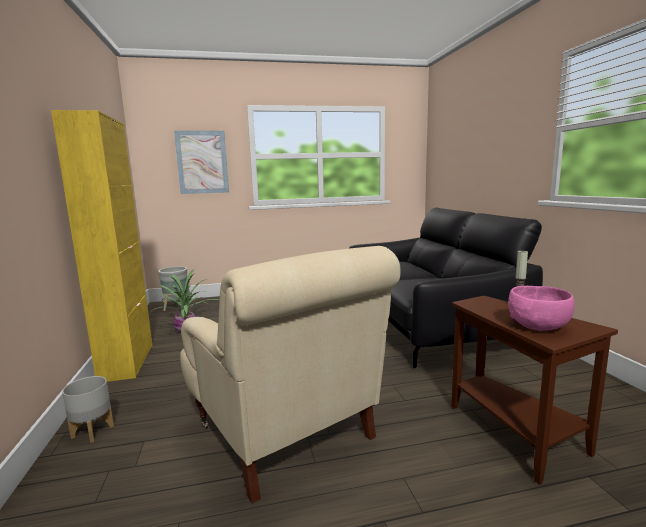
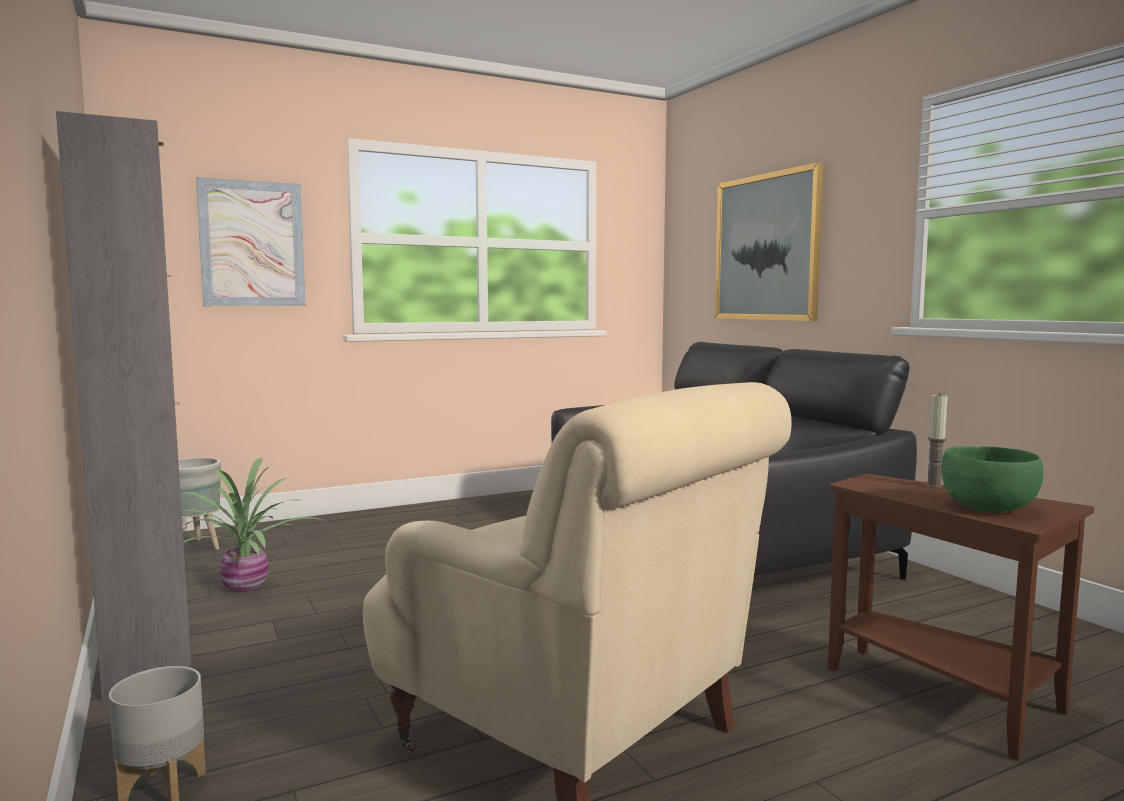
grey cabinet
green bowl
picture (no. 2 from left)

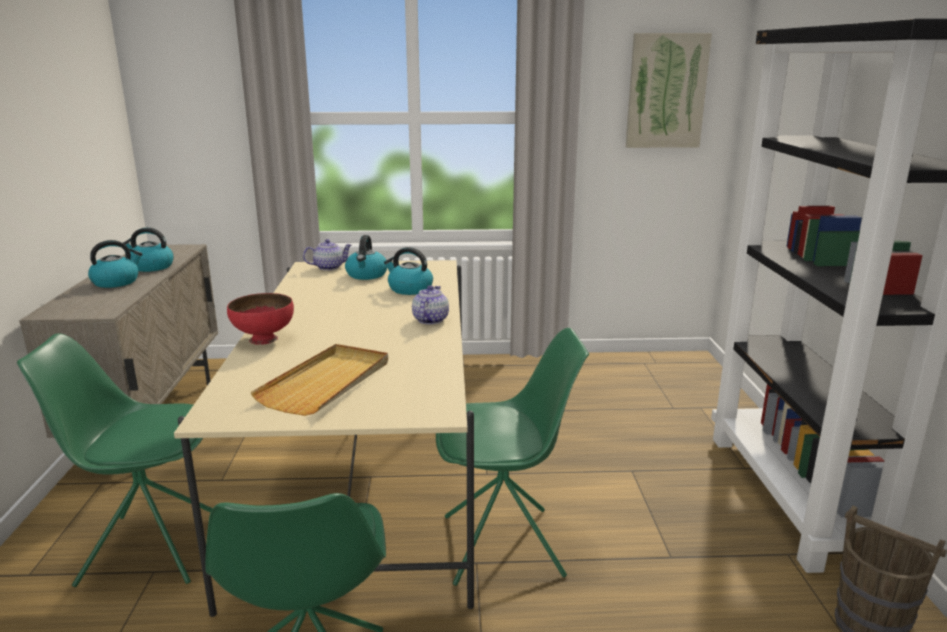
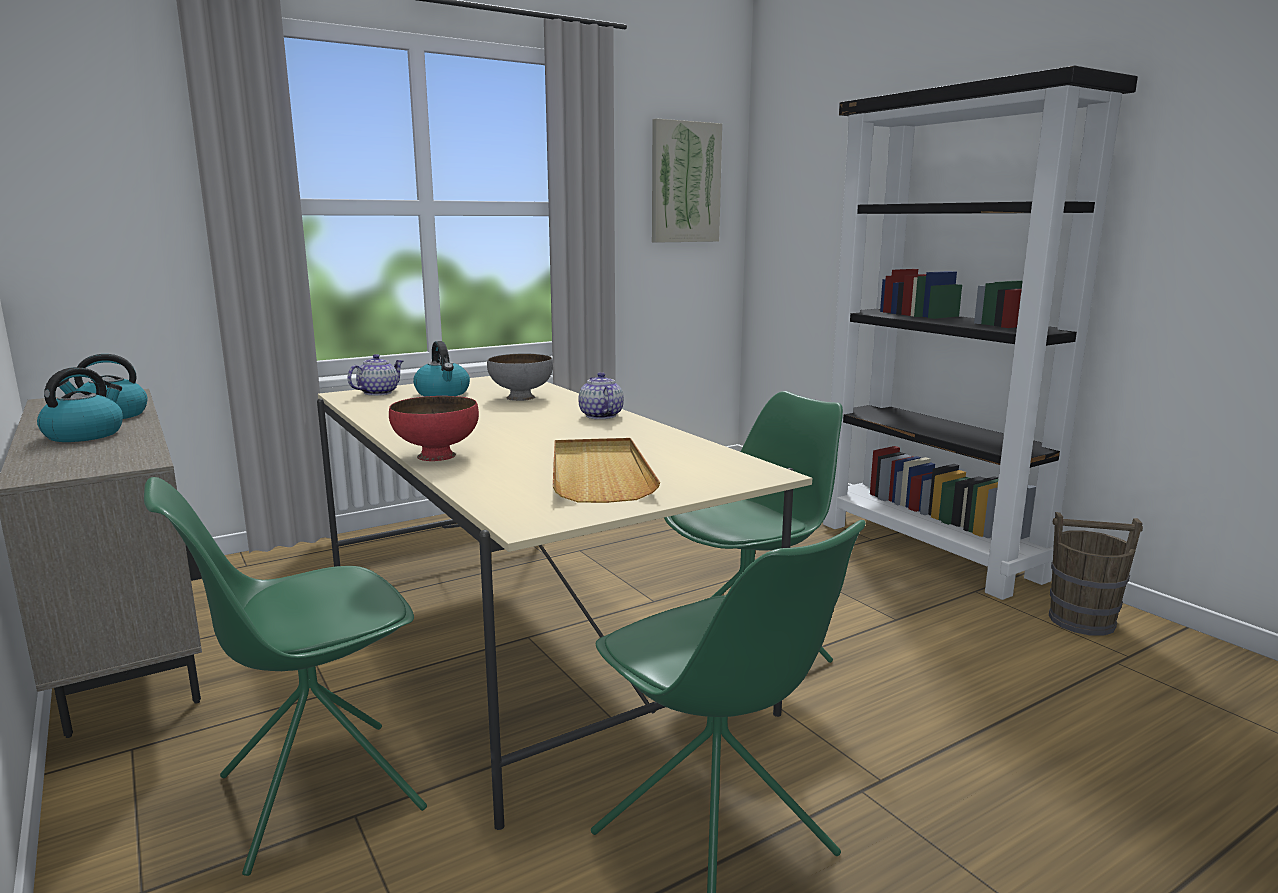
grey bowl

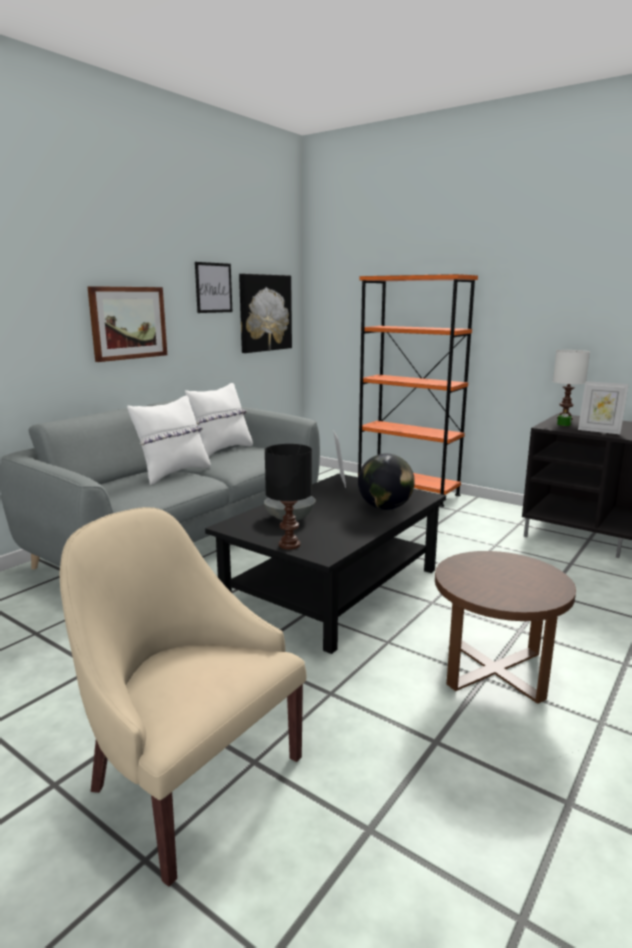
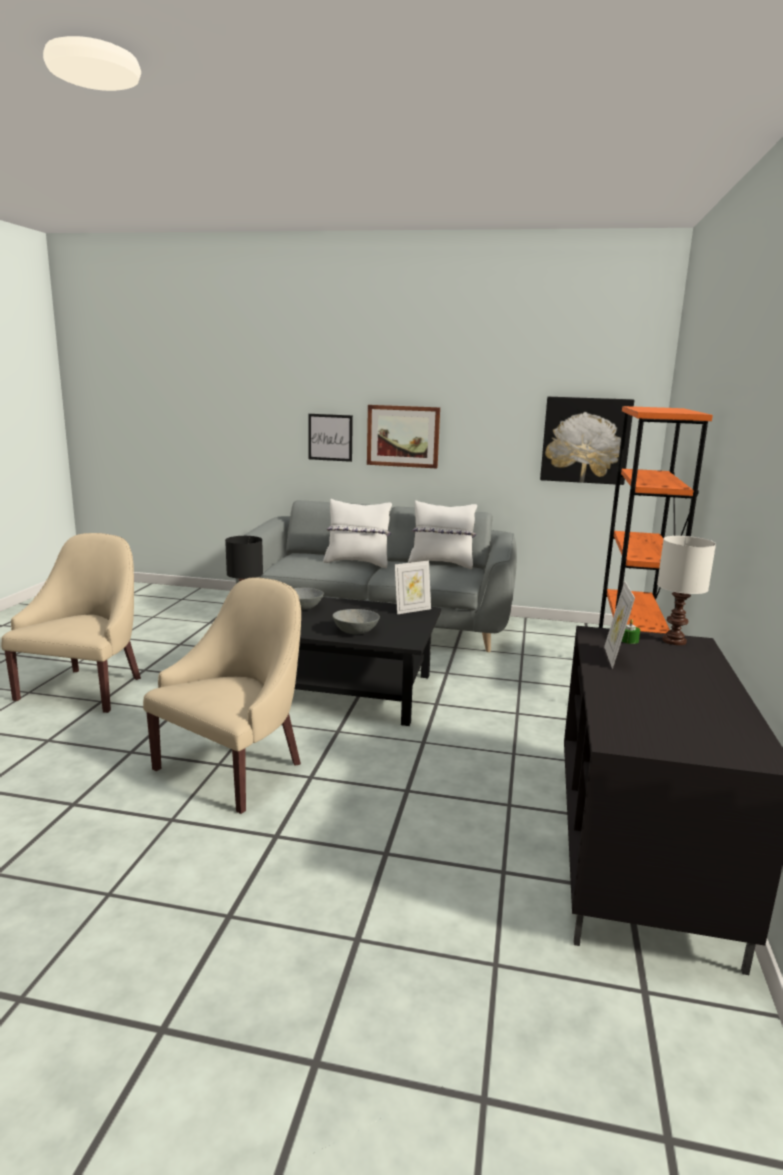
picture (no. 1 from left)
grey bowl (no. 2 from left)
beige armchair (no. 2 from left)

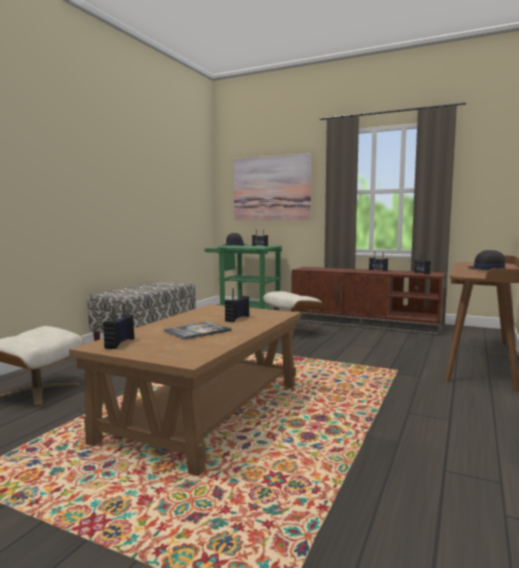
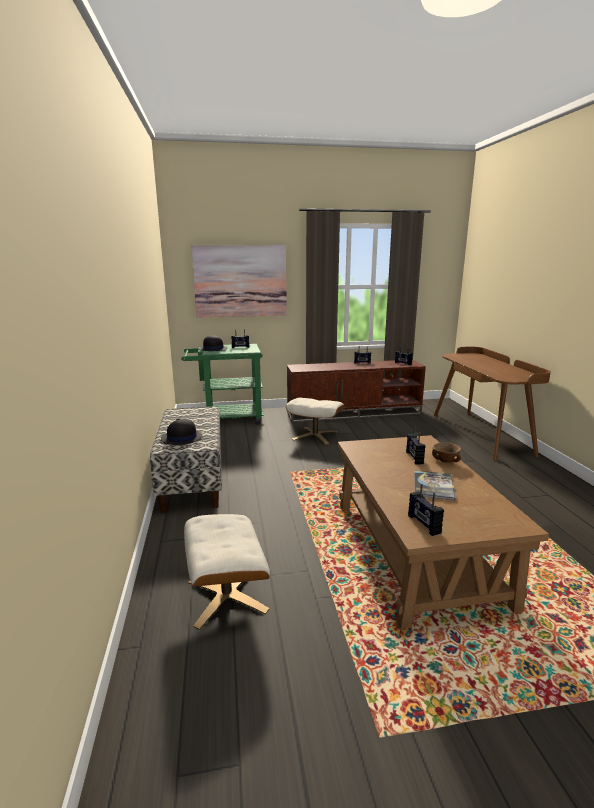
black hat (no. 1 from left)
brown bowl

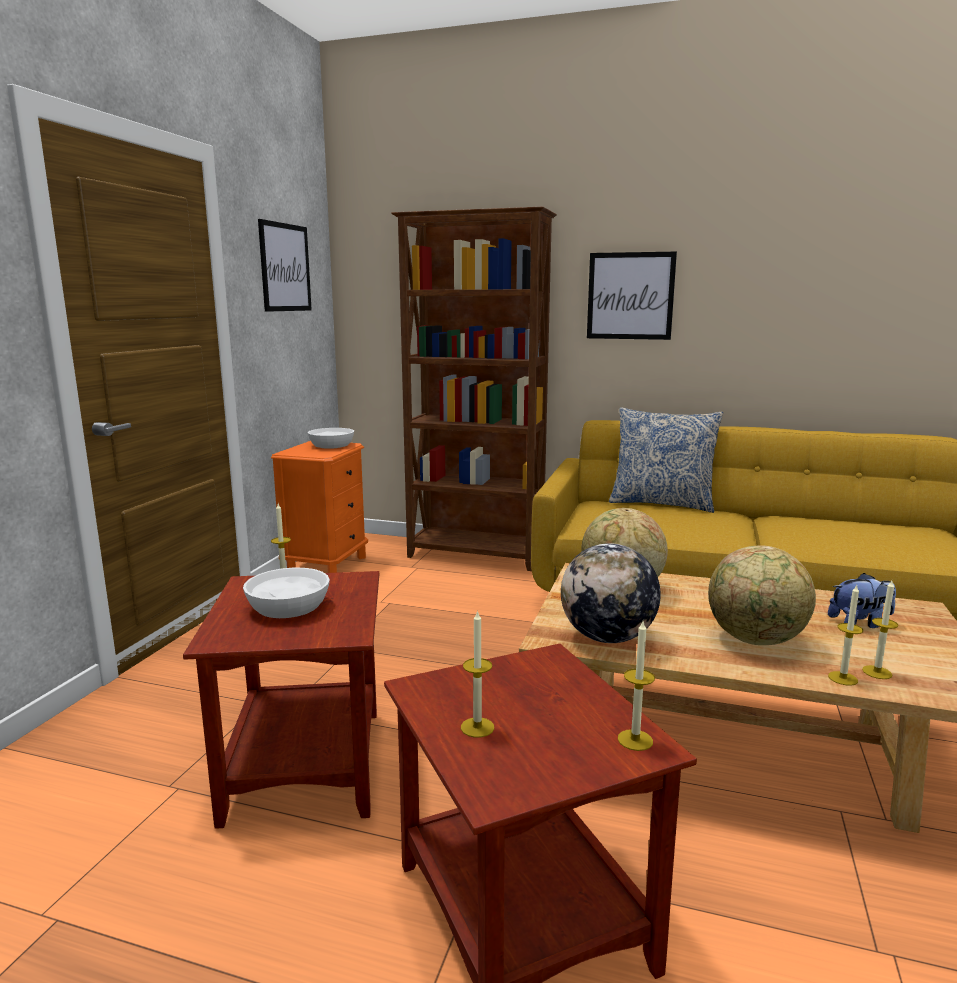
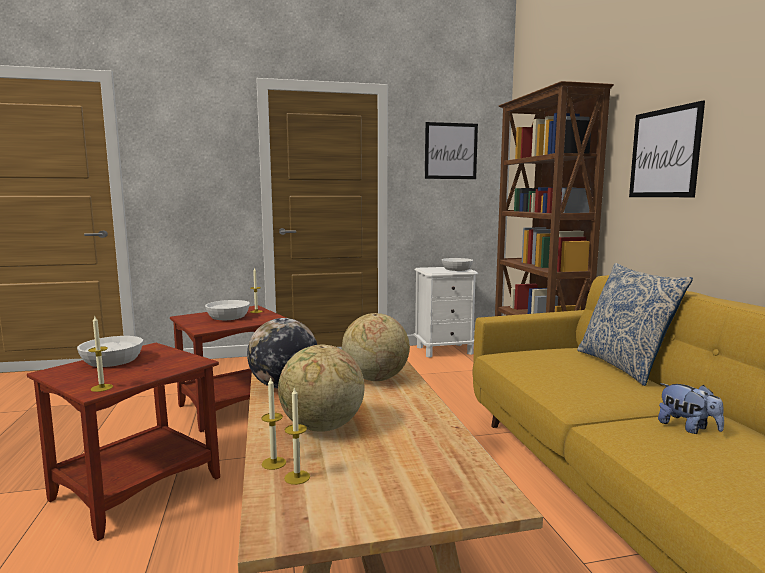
white nightstand
white bowl (no. 1 from left)
plush toy

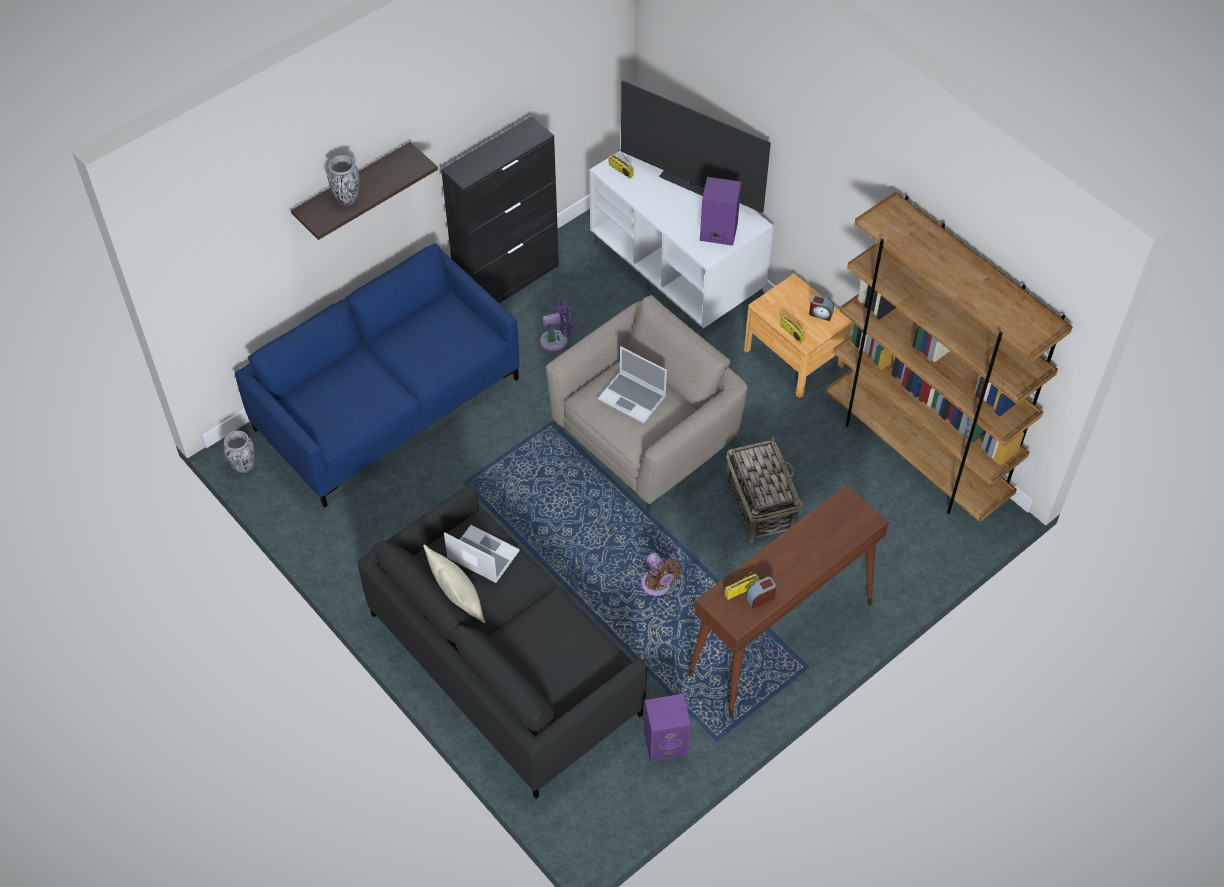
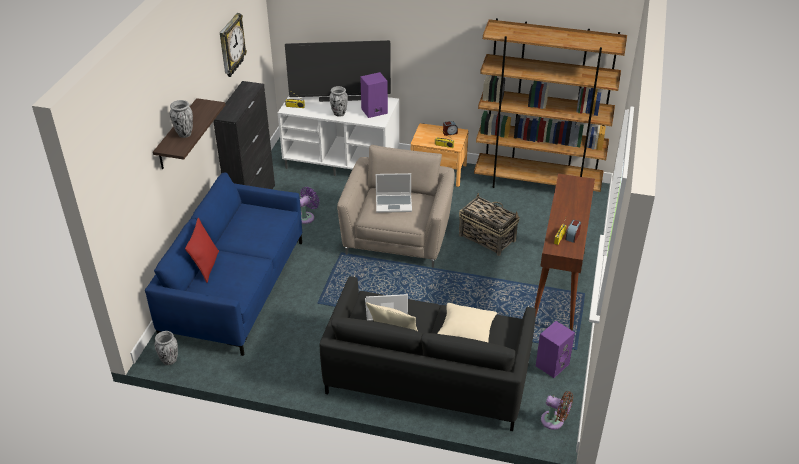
brown fan
red pillow
wall clock
vase (no. 3 from left)
beige pillow (no. 2 from left)

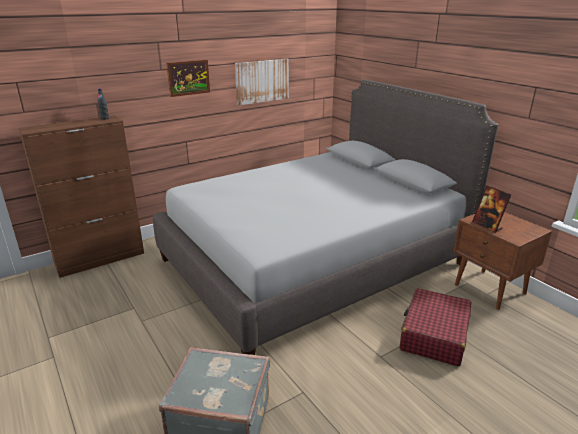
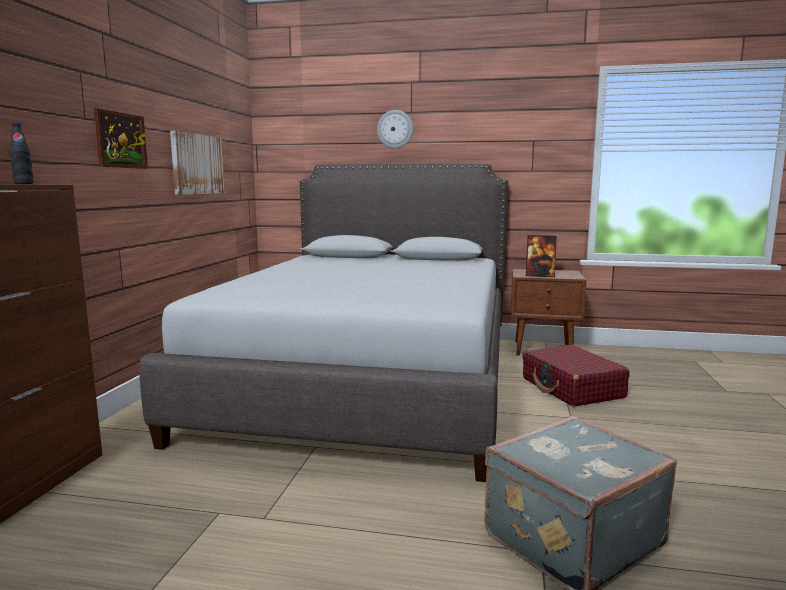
wall clock

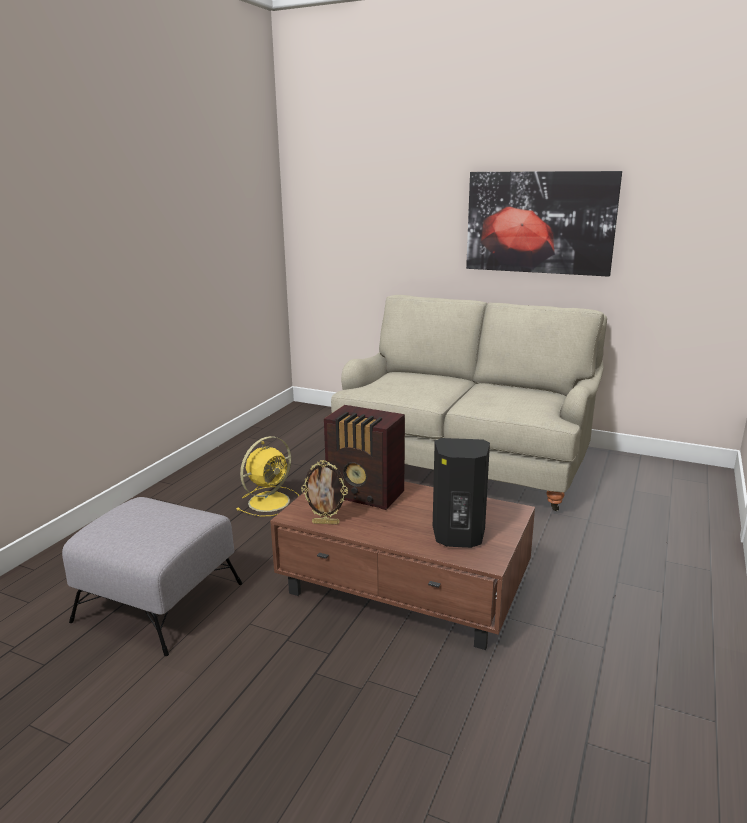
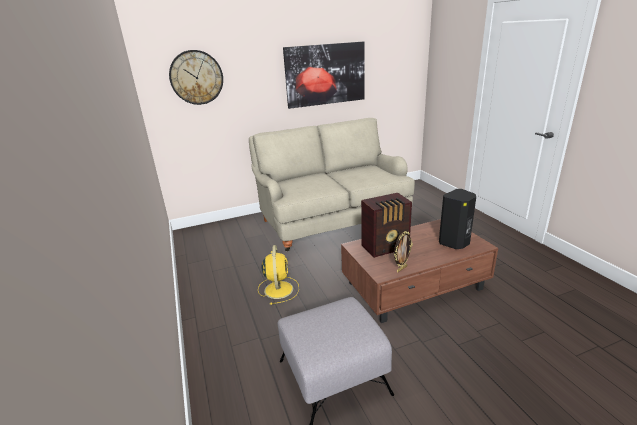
wall clock

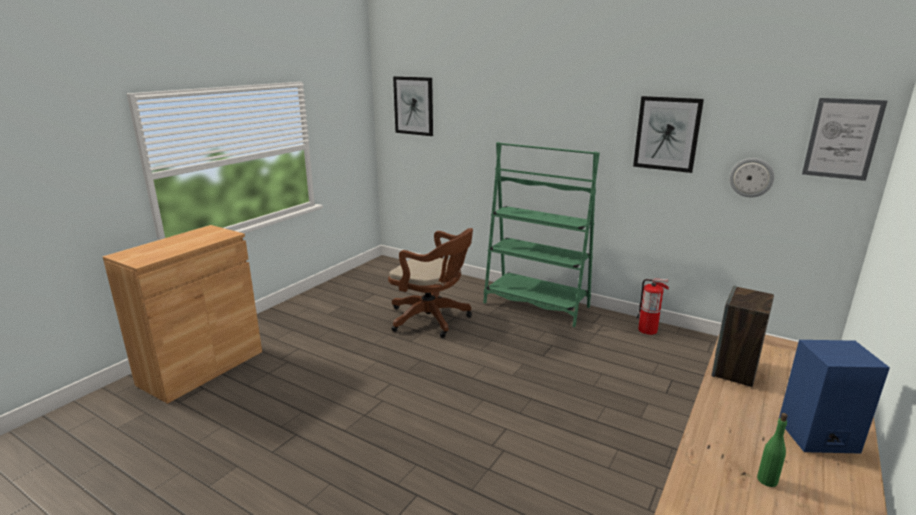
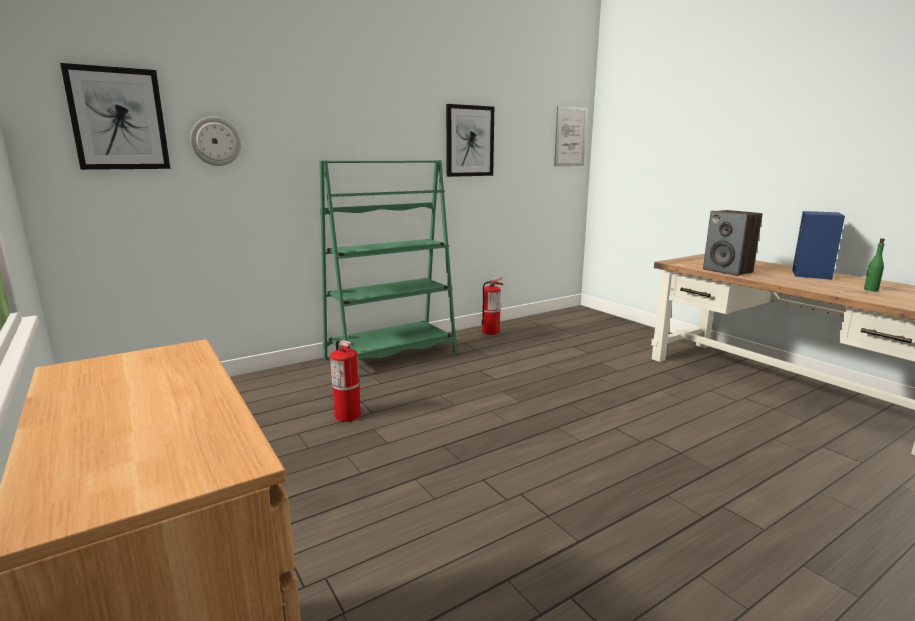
fire extinguisher (no. 1 from left)
wall clock

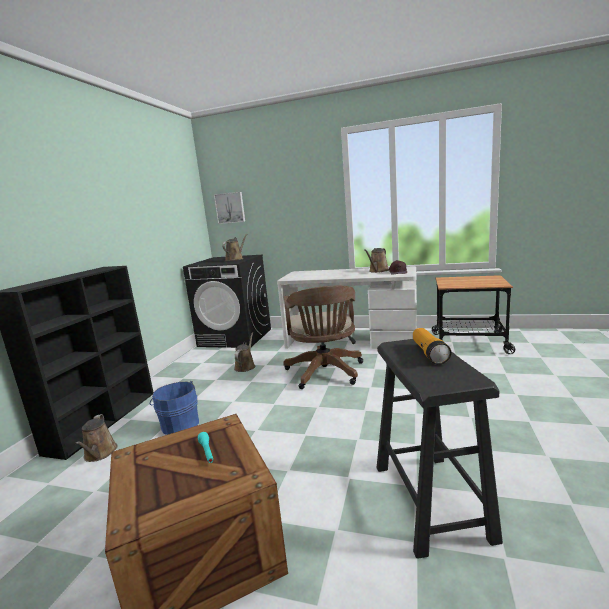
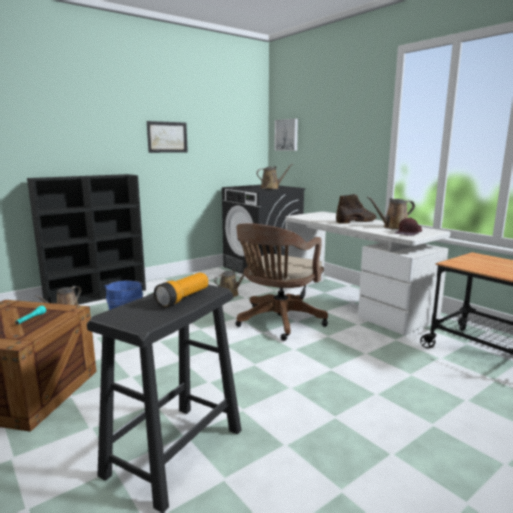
picture (no. 1 from left)
brown boot

